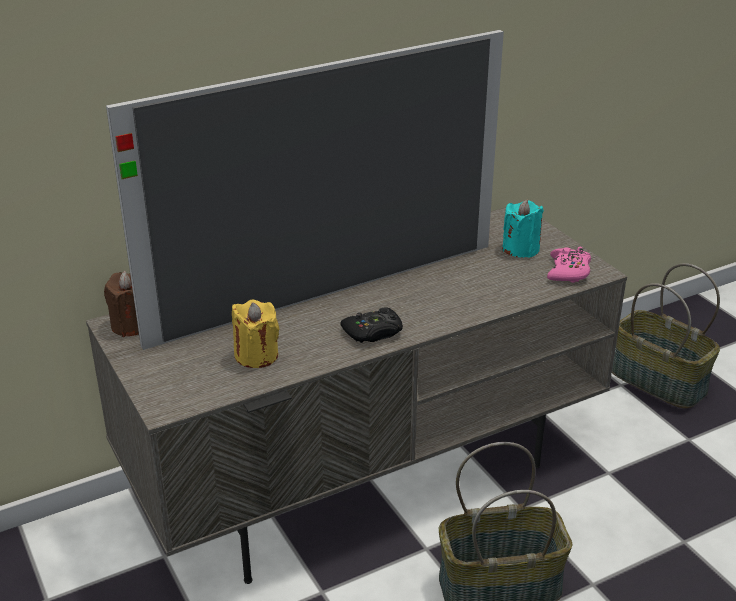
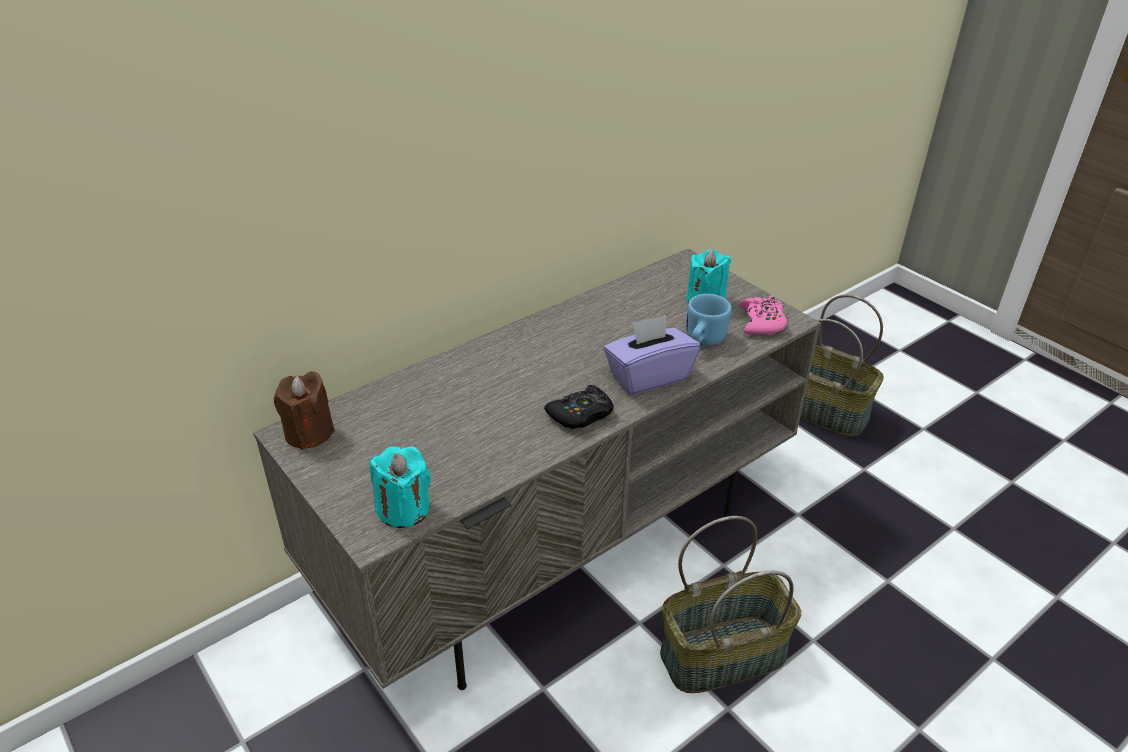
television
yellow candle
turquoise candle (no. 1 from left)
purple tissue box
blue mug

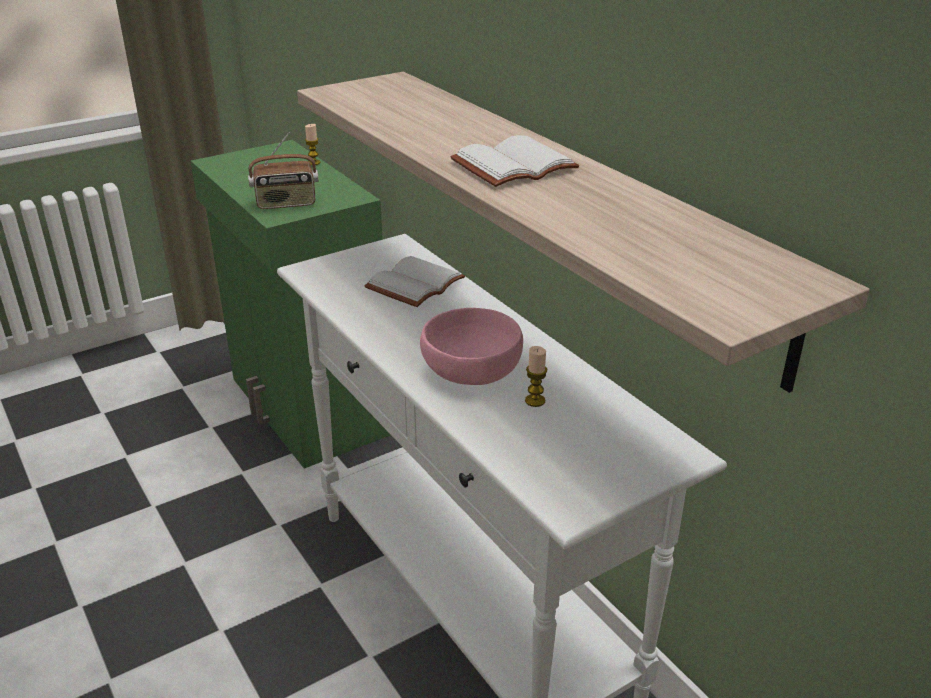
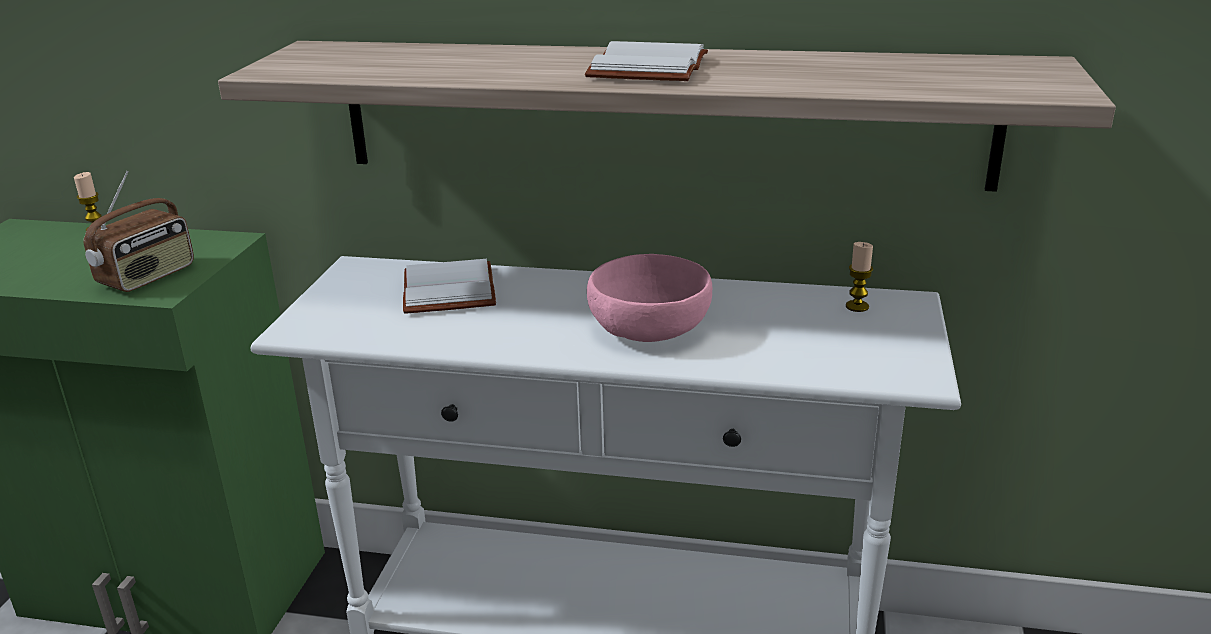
candle (no. 2 from left)

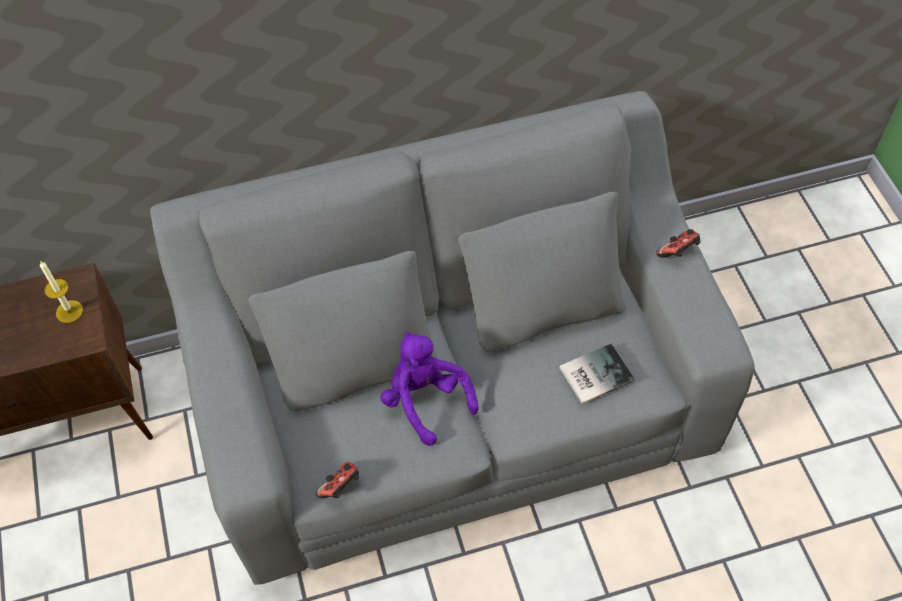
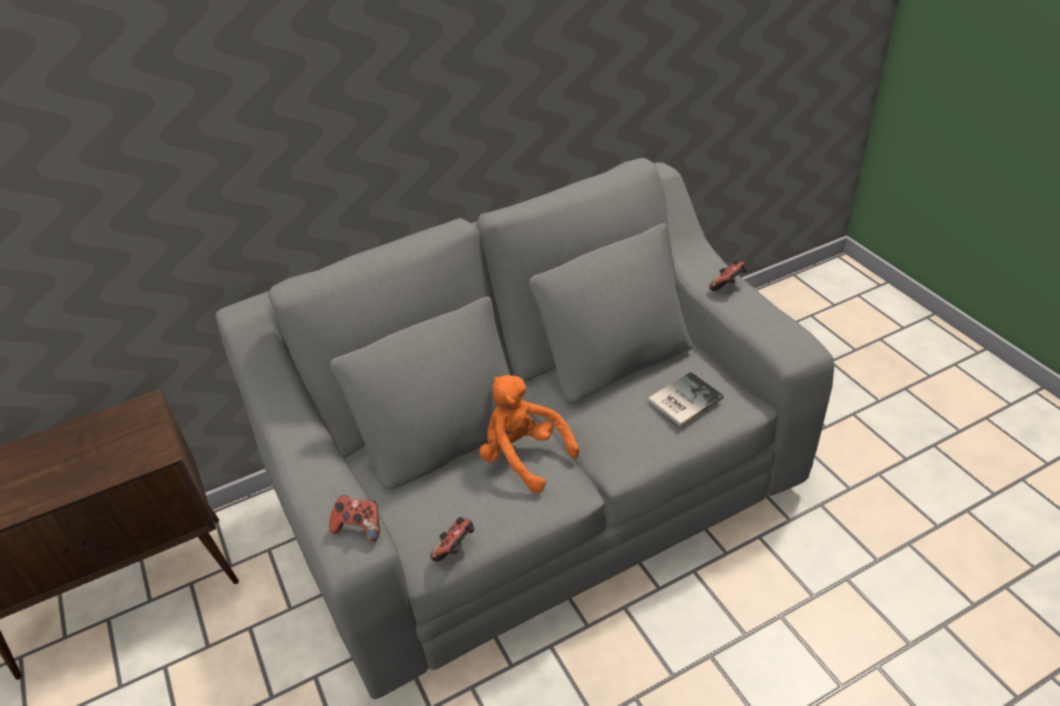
candle
orange plush toy
game controller (no. 1 from left)

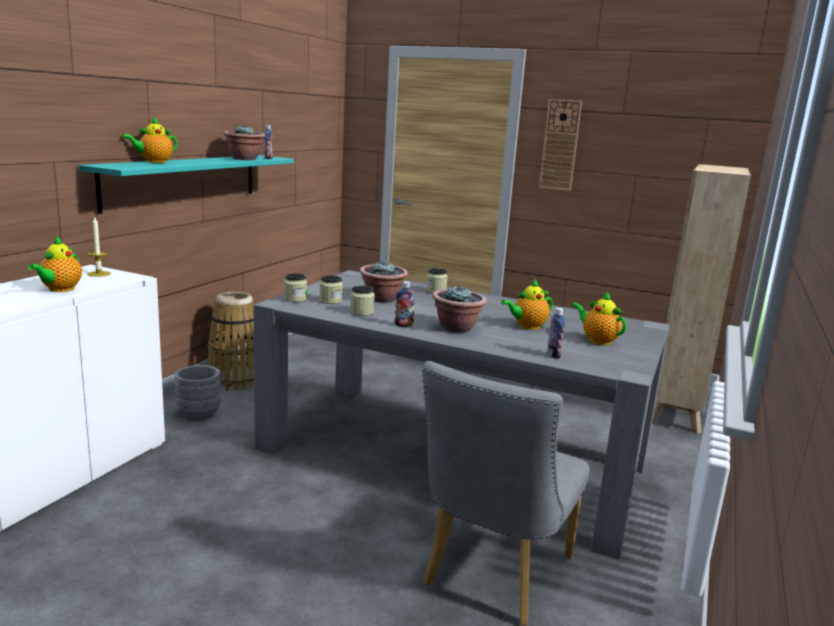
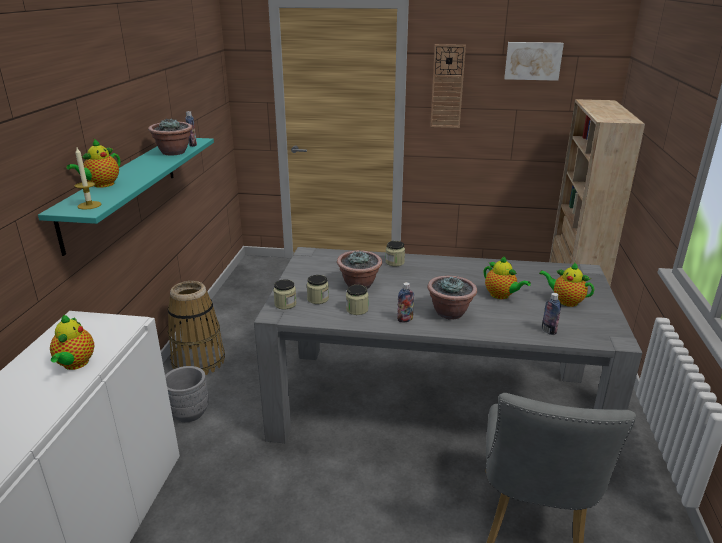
candle
teapot (no. 3 from left)
picture

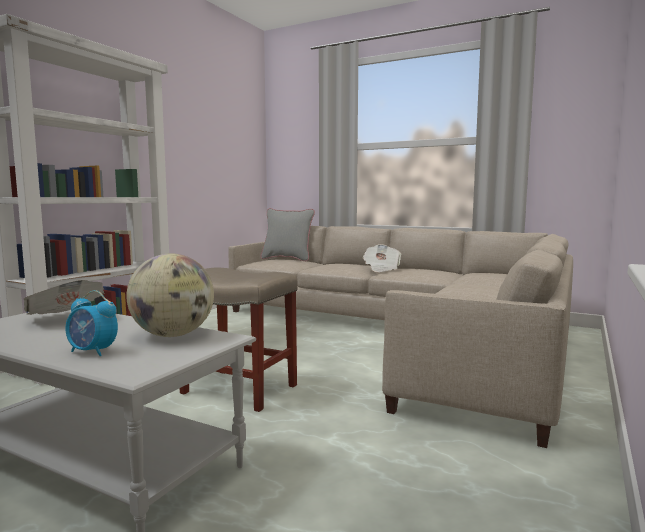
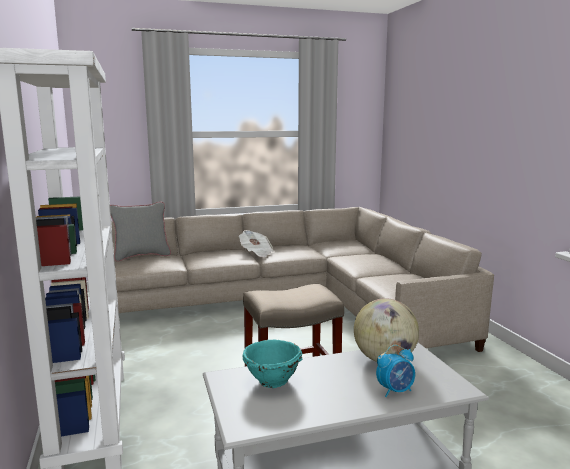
turquoise bowl

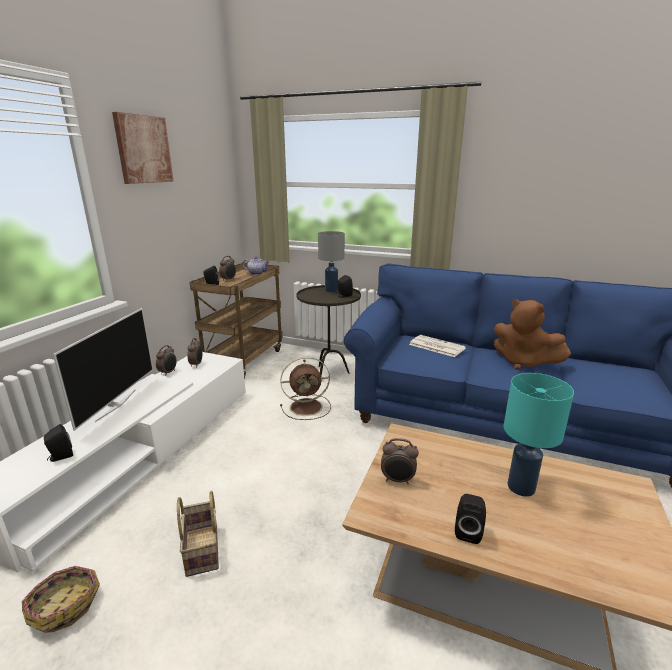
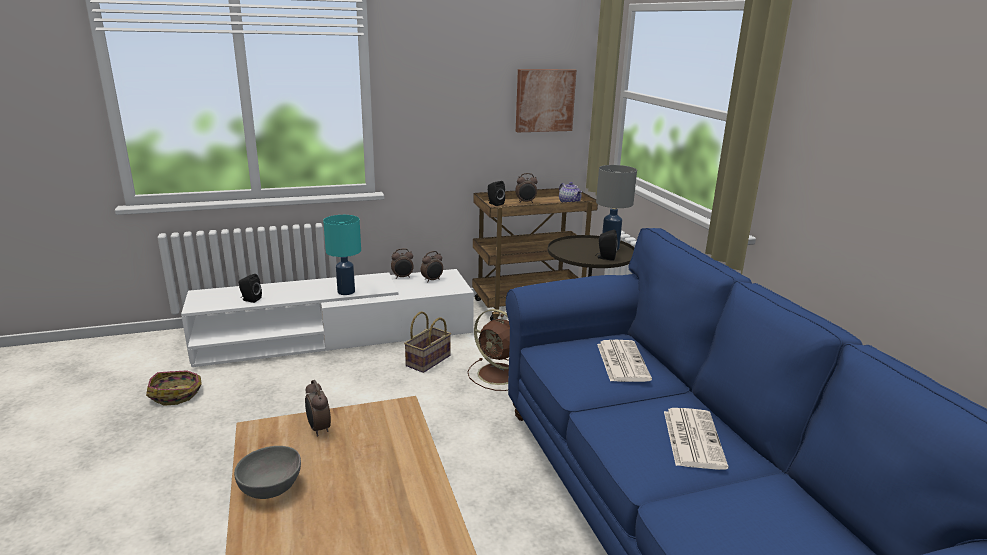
television
picture
basket (no. 2 from left)
grey bowl
newspaper (no. 2 from left)
turquoise table lamp

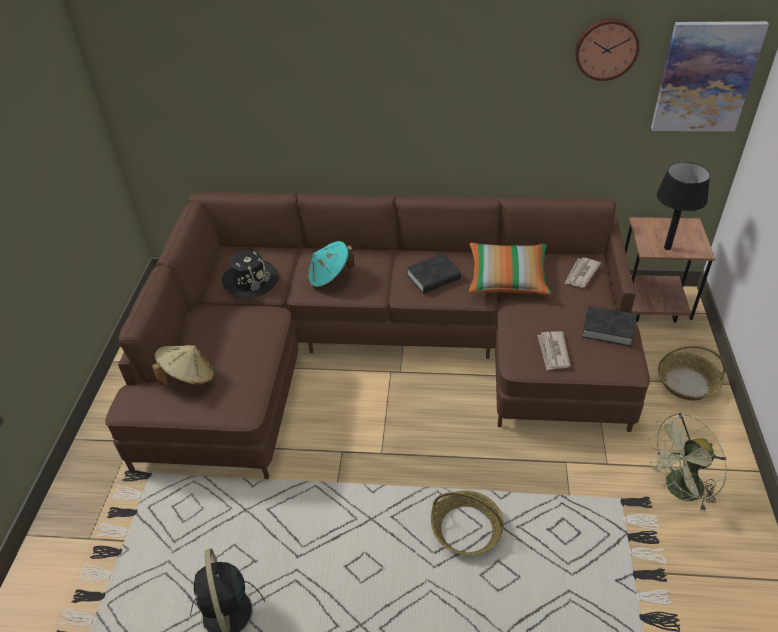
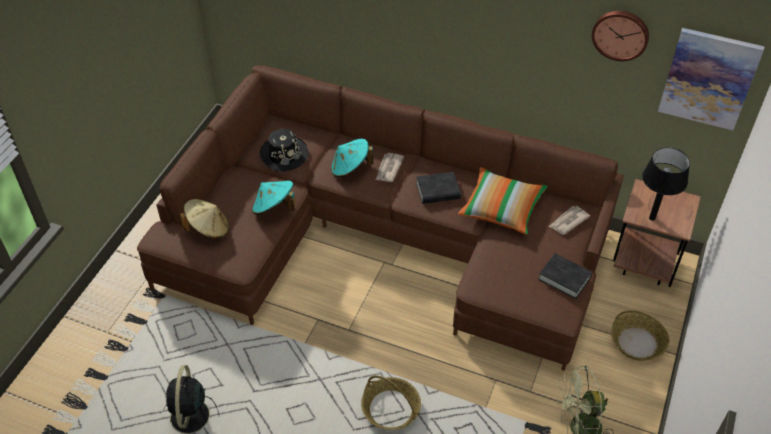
newspaper (no. 1 from left)
turquoise hat (no. 1 from left)

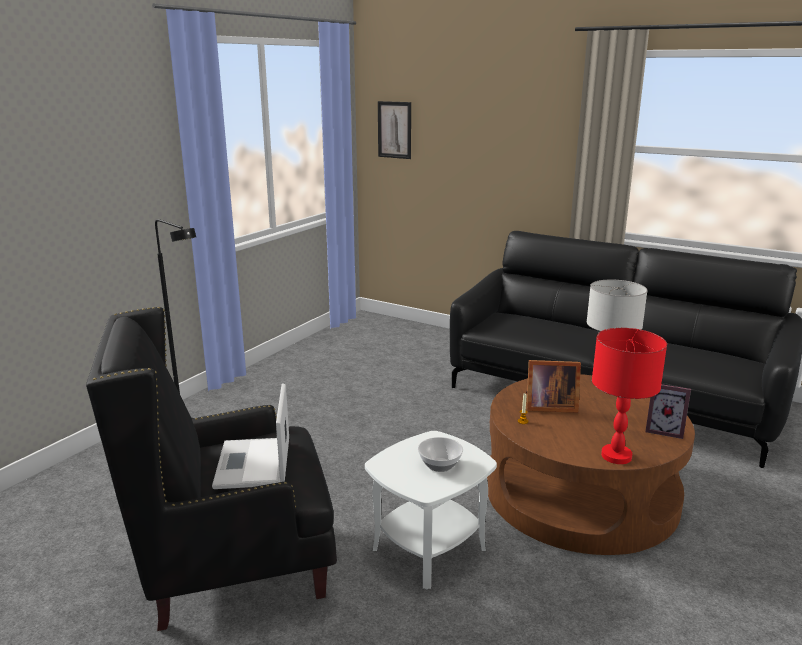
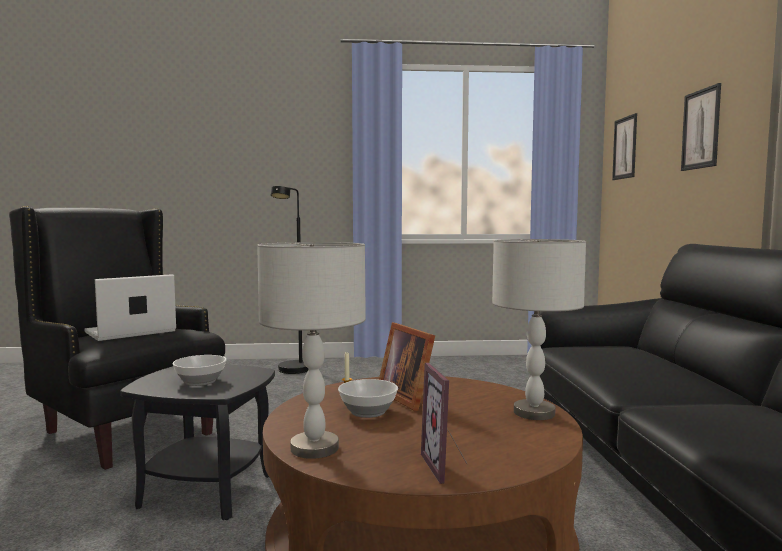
black side table
grey table lamp (no. 1 from left)
bowl (no. 2 from left)
picture (no. 2 from left)

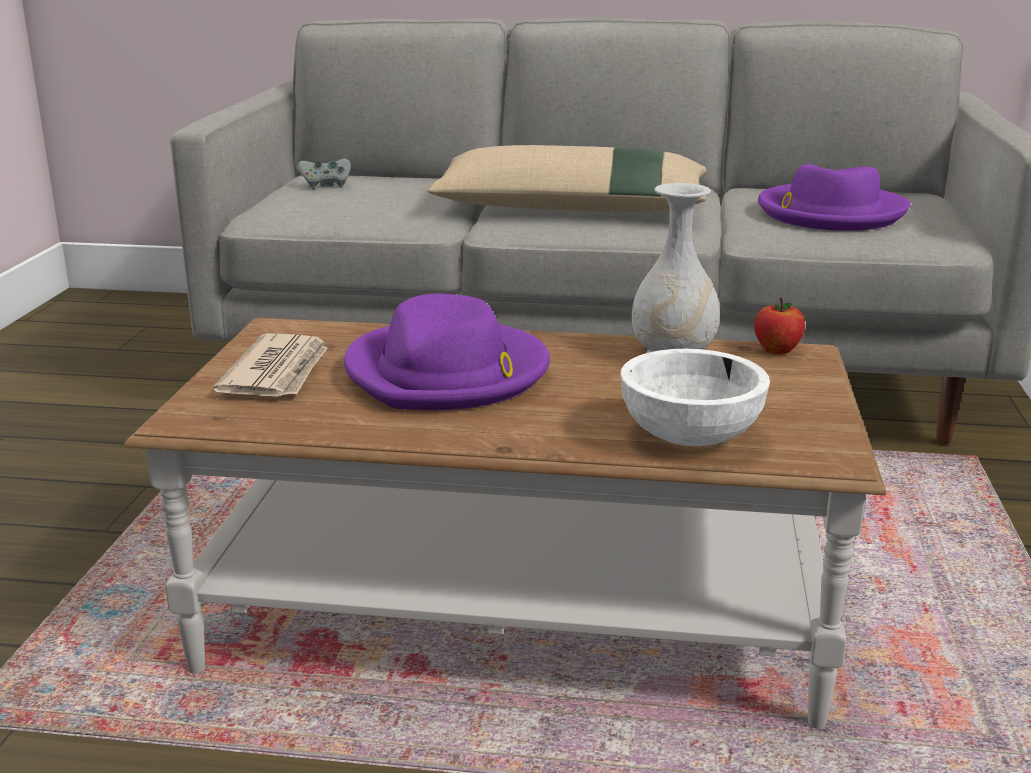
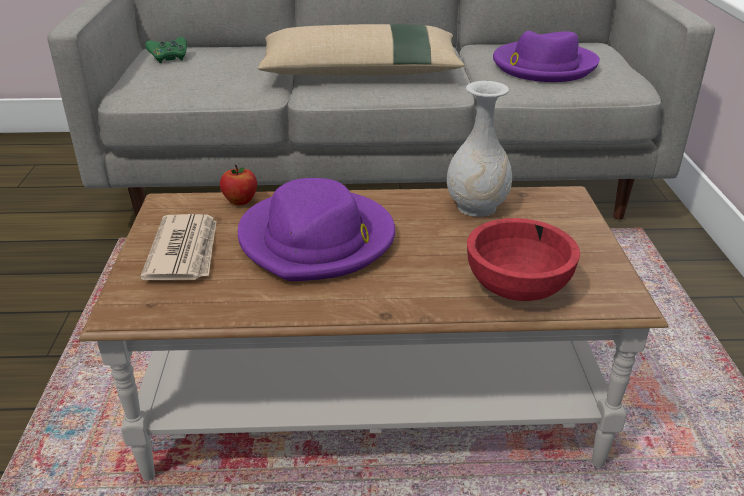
green game controller
red bowl
apple

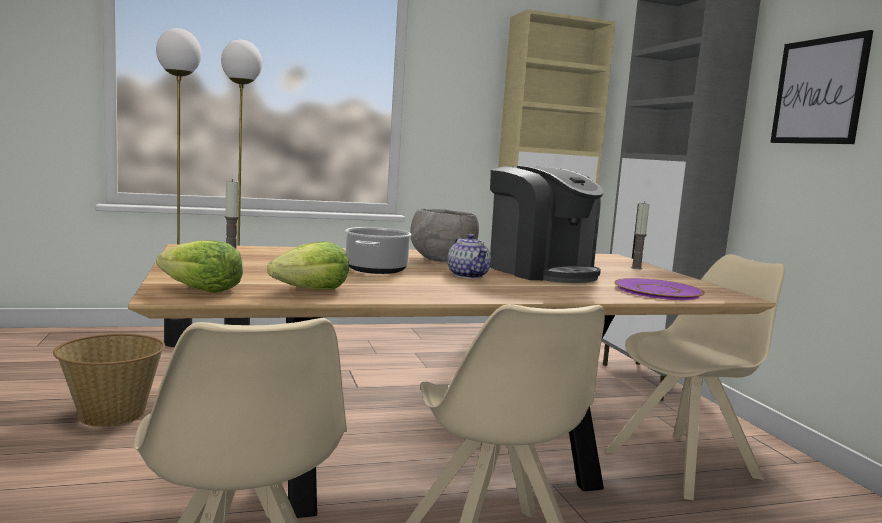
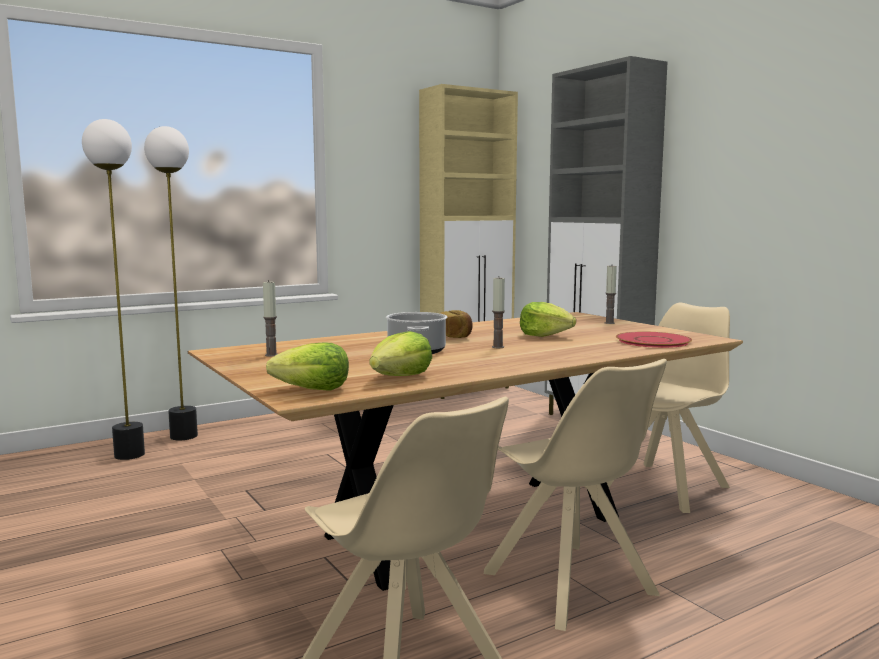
basket
bread
candle (no. 2 from left)
lettuce (no. 3 from left)
red plate
picture

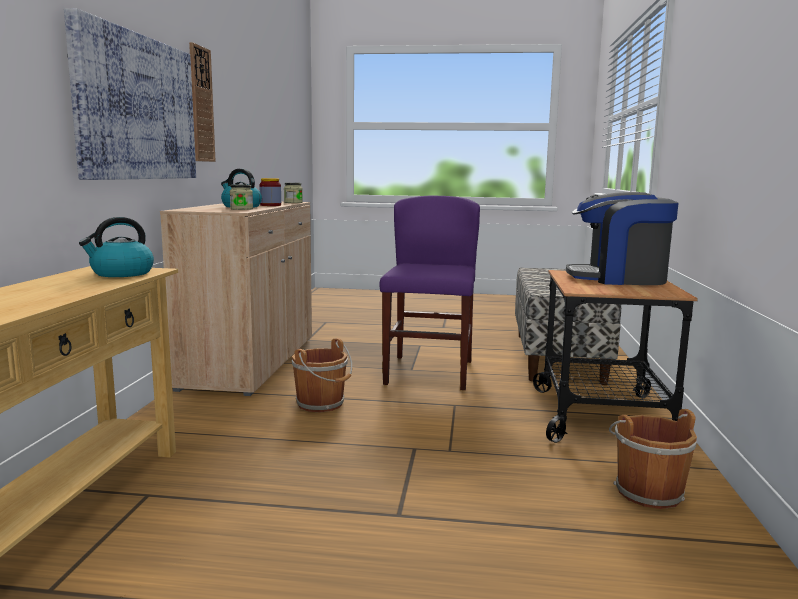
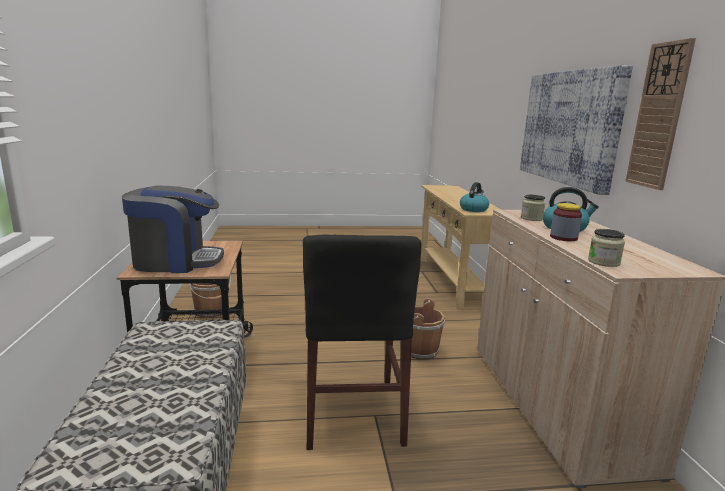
black chair

